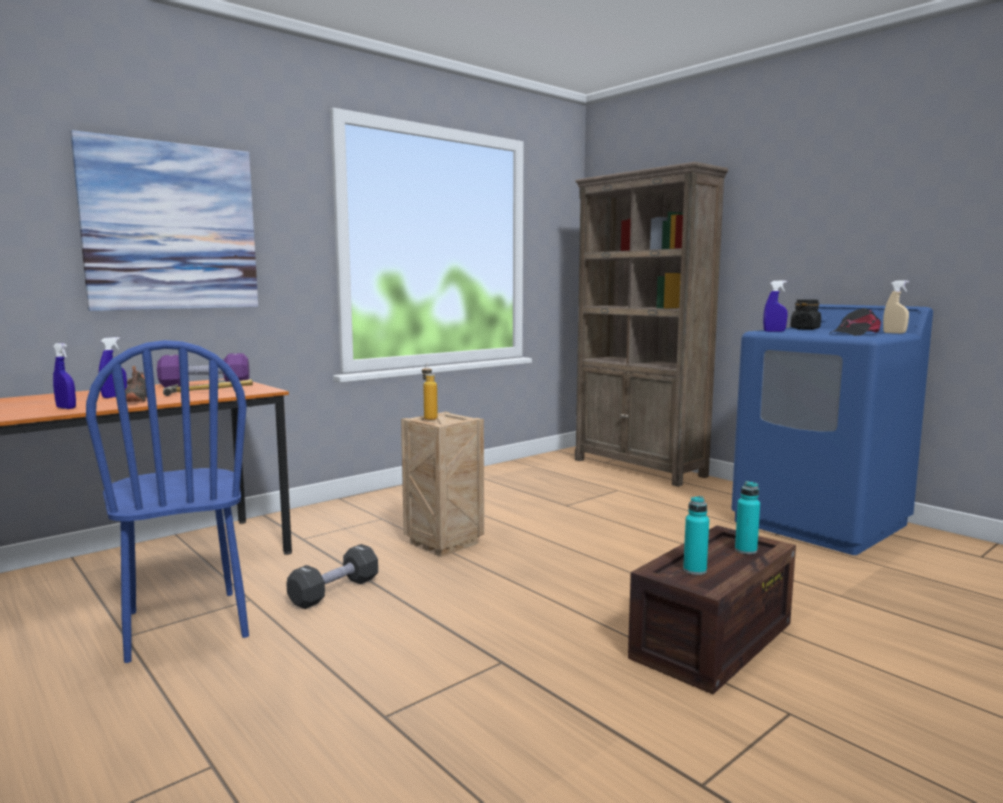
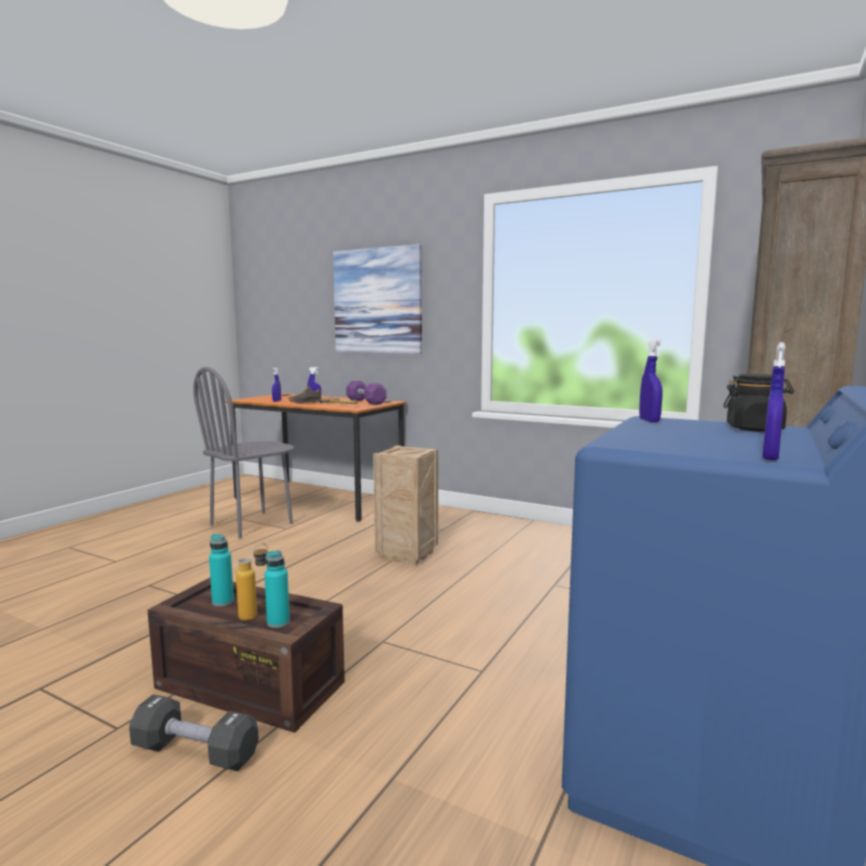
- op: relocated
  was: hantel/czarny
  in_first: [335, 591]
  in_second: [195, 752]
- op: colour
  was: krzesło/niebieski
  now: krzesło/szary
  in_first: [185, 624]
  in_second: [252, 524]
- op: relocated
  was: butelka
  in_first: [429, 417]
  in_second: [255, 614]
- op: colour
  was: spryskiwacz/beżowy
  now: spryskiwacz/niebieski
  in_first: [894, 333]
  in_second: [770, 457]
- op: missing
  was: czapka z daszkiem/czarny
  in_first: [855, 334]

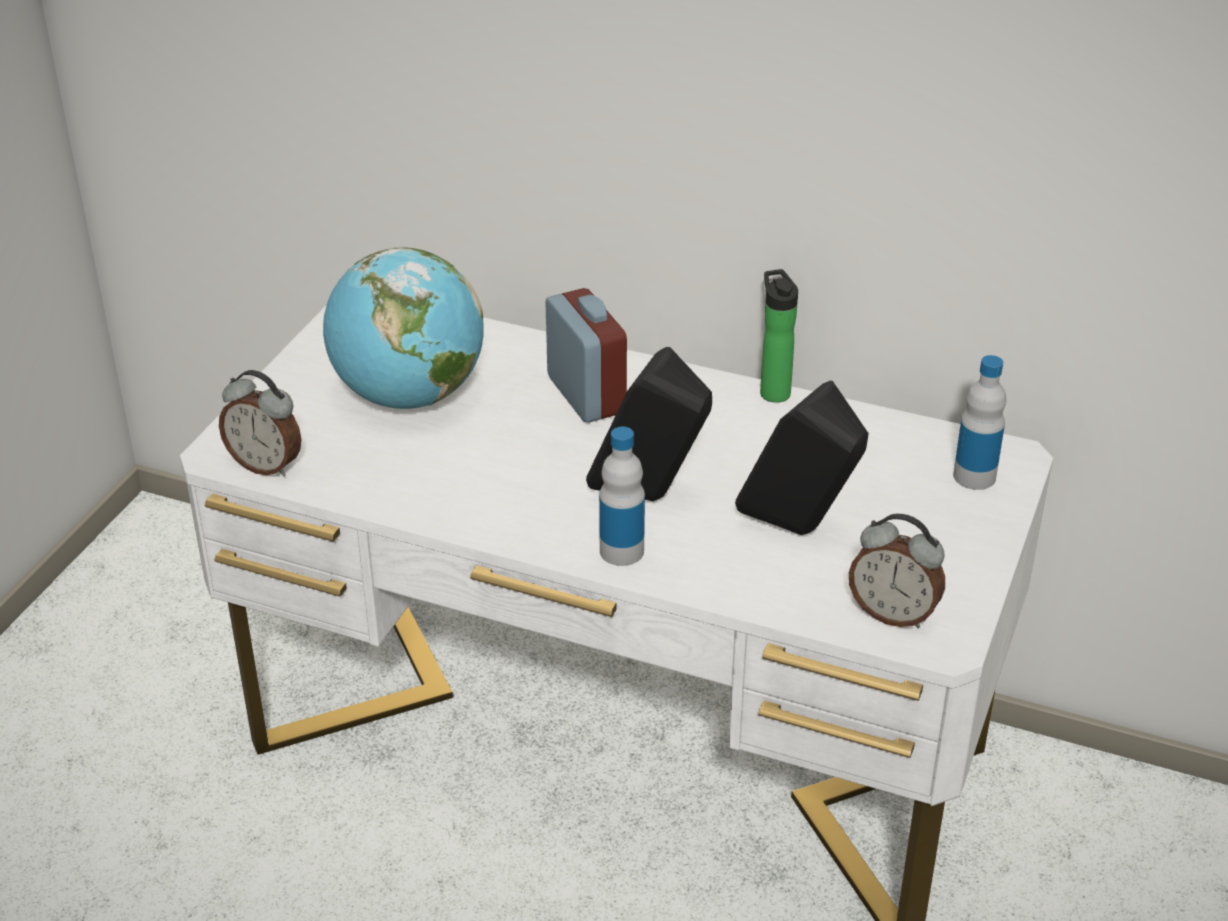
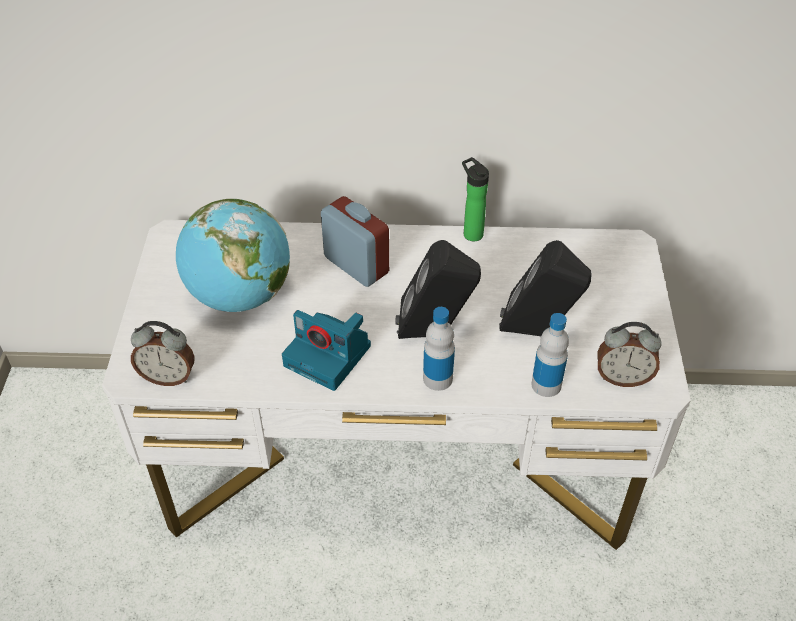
- op: appeared
  now: aparat fotograficzny
  in_second: [329, 356]
- op: relocated
  was: butelka
  in_first: [974, 476]
  in_second: [546, 385]

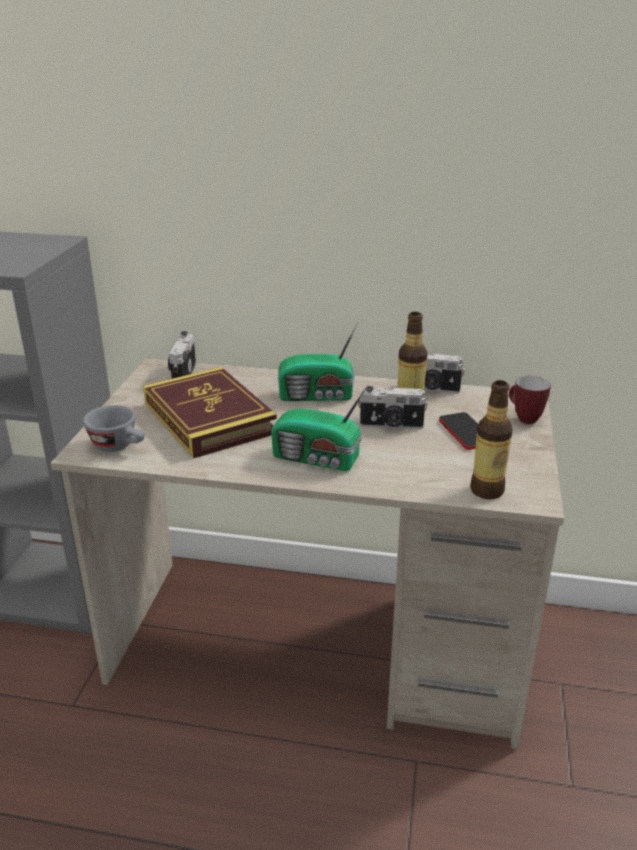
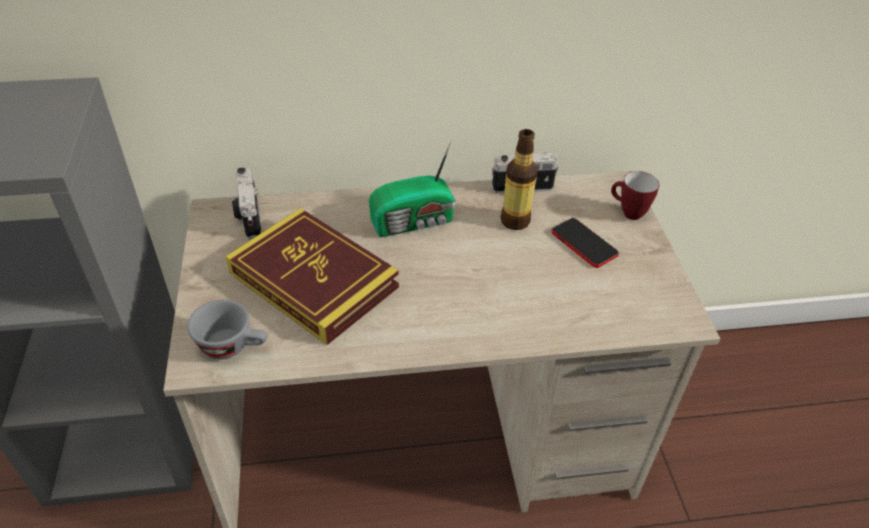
- op: missing
  was: radio
  in_first: [317, 459]
- op: missing
  was: aparat fotograficzny
  in_first: [391, 426]
- op: missing
  was: butelka
  in_first: [487, 490]

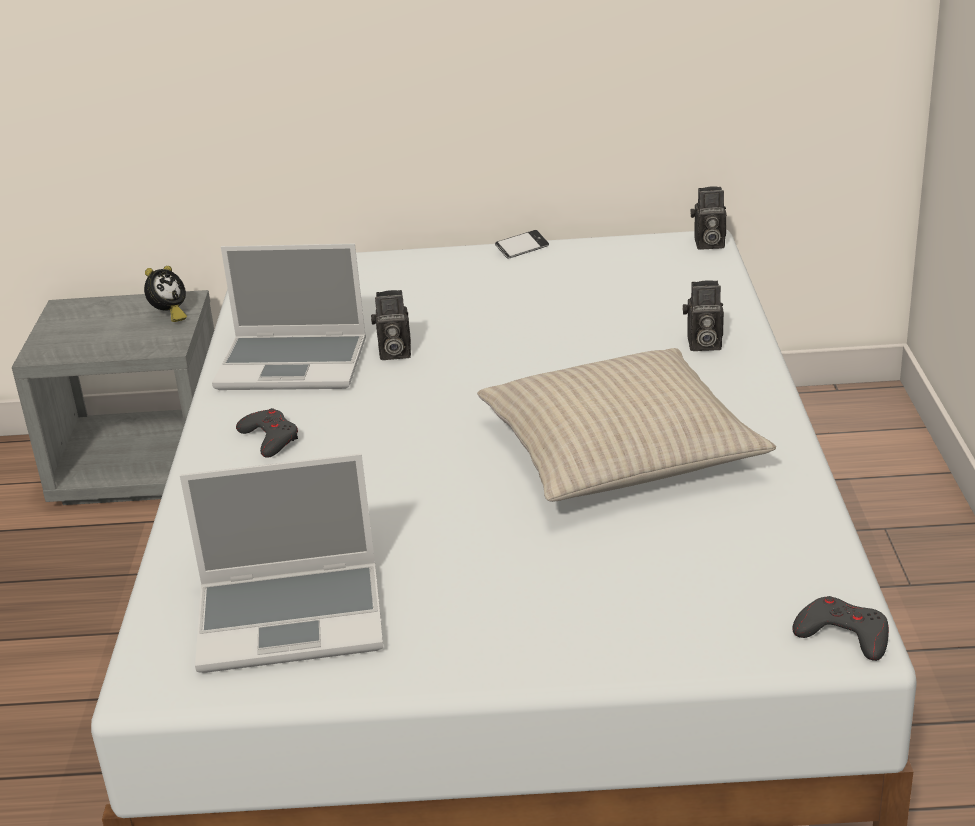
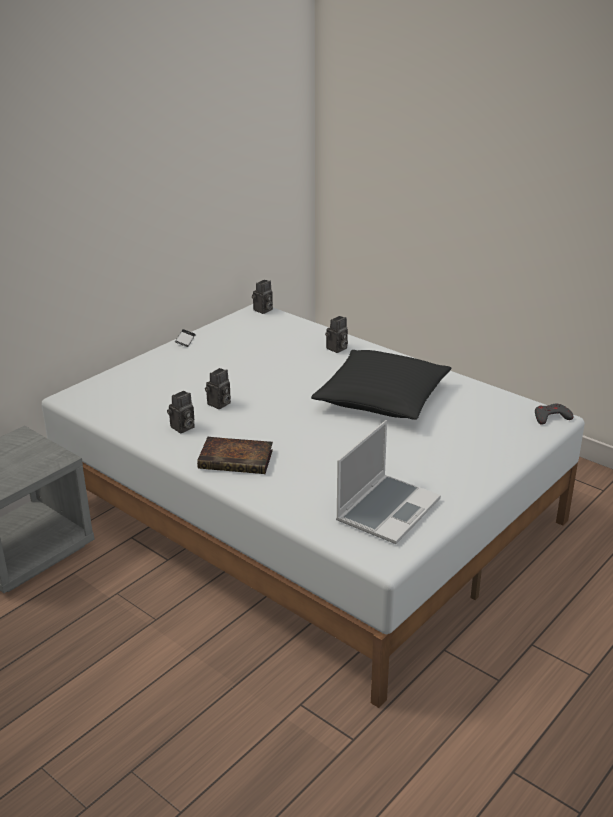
- op: exchanged
  was: laptop
  now: aparat fotograficzny
  in_first: [294, 364]
  in_second: [182, 428]
- op: exchanged
  was: pad do gier/szary
  now: książka
  in_first: [270, 438]
  in_second: [238, 459]
- op: colour
  was: poduszka/beżowy
  now: poduszka/czarny
  in_first: [619, 450]
  in_second: [382, 398]
- op: missing
  was: budzik
  in_first: [169, 315]

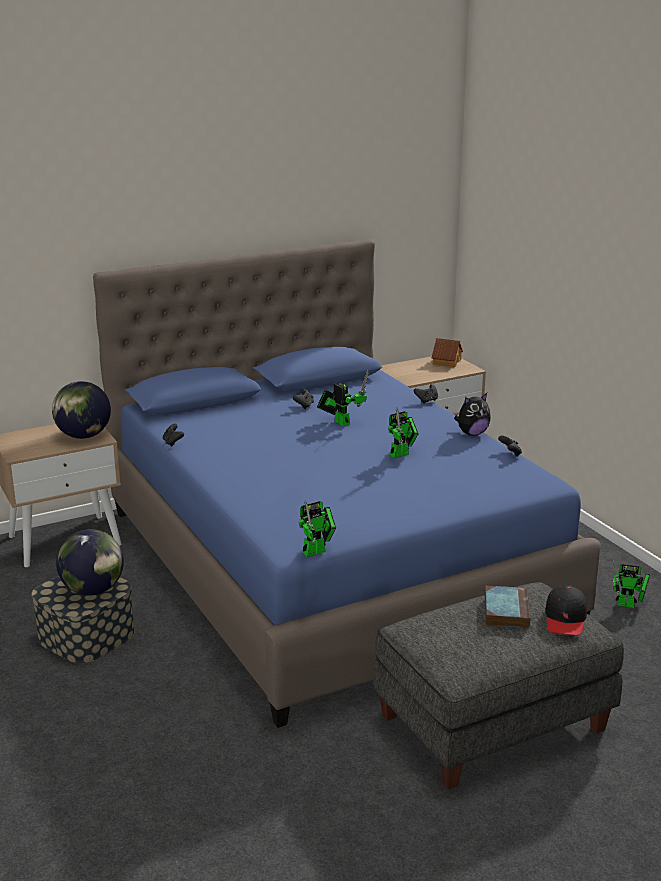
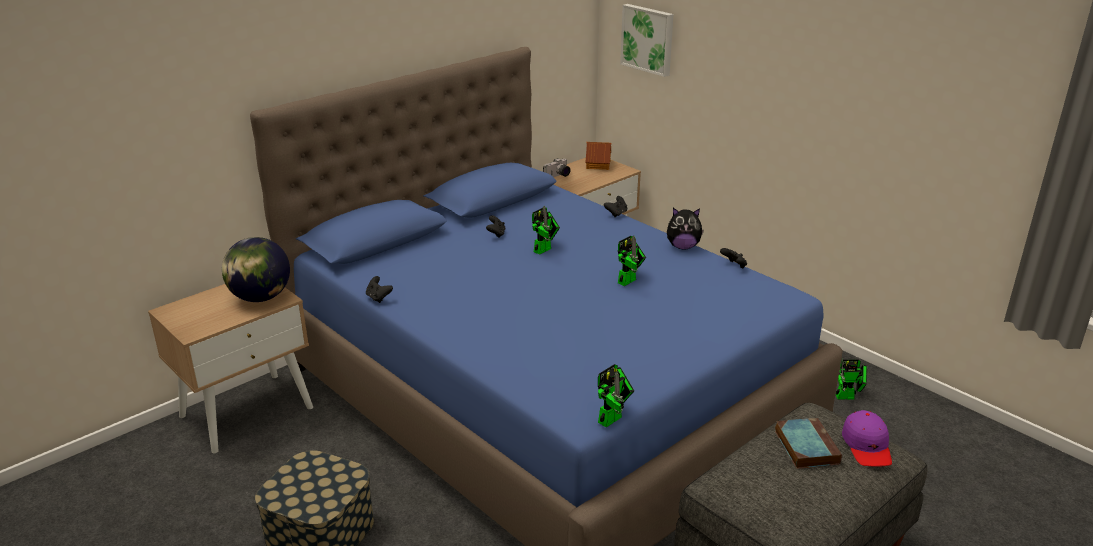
- op: spun
  was: robot zabawkowy
  in_first: [340, 422]
  in_second: [544, 249]
  clockwise: 90
- op: appeared
  now: aparat fotograficzny
  in_second: [558, 176]
- op: appeared
  now: obraz
  in_second: [648, 39]
- op: spun
  was: pluszak
  in_first: [472, 433]
  in_second: [683, 247]
  clockwise: 45
- op: colour
  was: czapka z daszkiem/czarny
  now: czapka z daszkiem/fioletowy
  in_first: [565, 619]
  in_second: [867, 446]
- op: missing
  was: globus
  in_first: [93, 590]

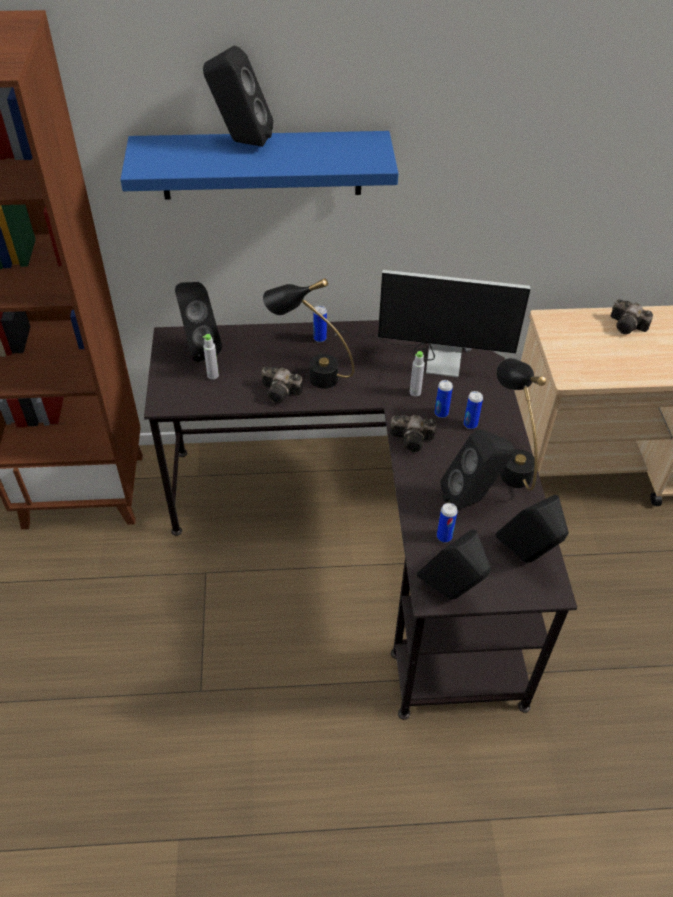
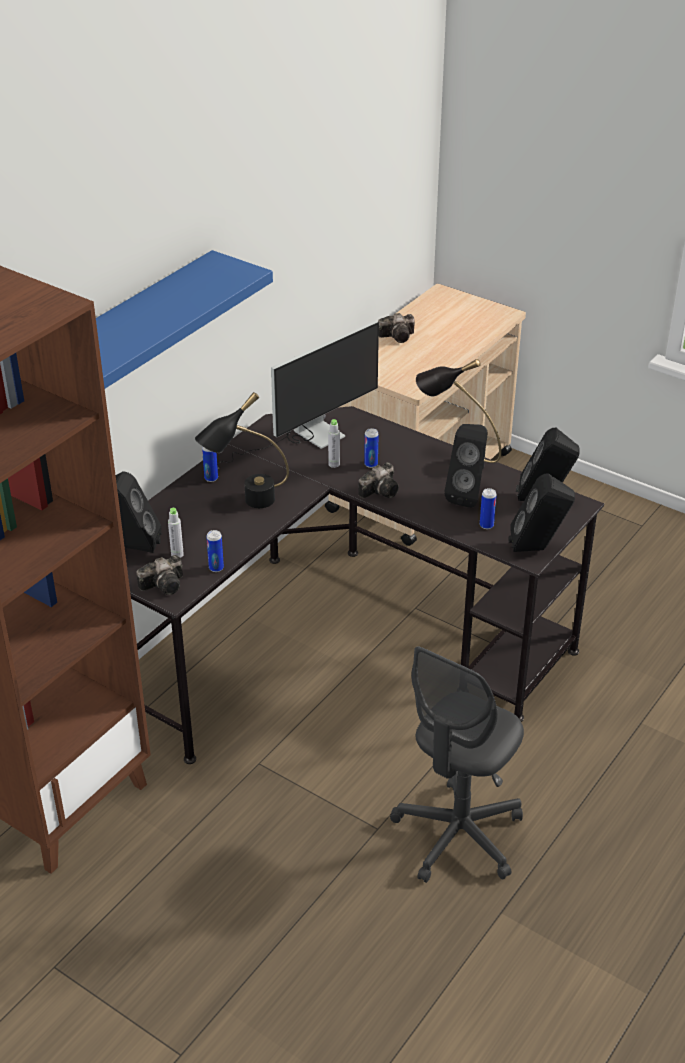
- op: relocated
  was: aparat fotograficzny
  in_first: [282, 393]
  in_second: [165, 584]
- op: relocated
  was: puszka
  in_first: [470, 424]
  in_second: [216, 568]
- op: appeared
  now: krzesło biurowe/szary
  in_second: [458, 835]
- op: missing
  was: głośnik/czarny
  in_first: [240, 142]

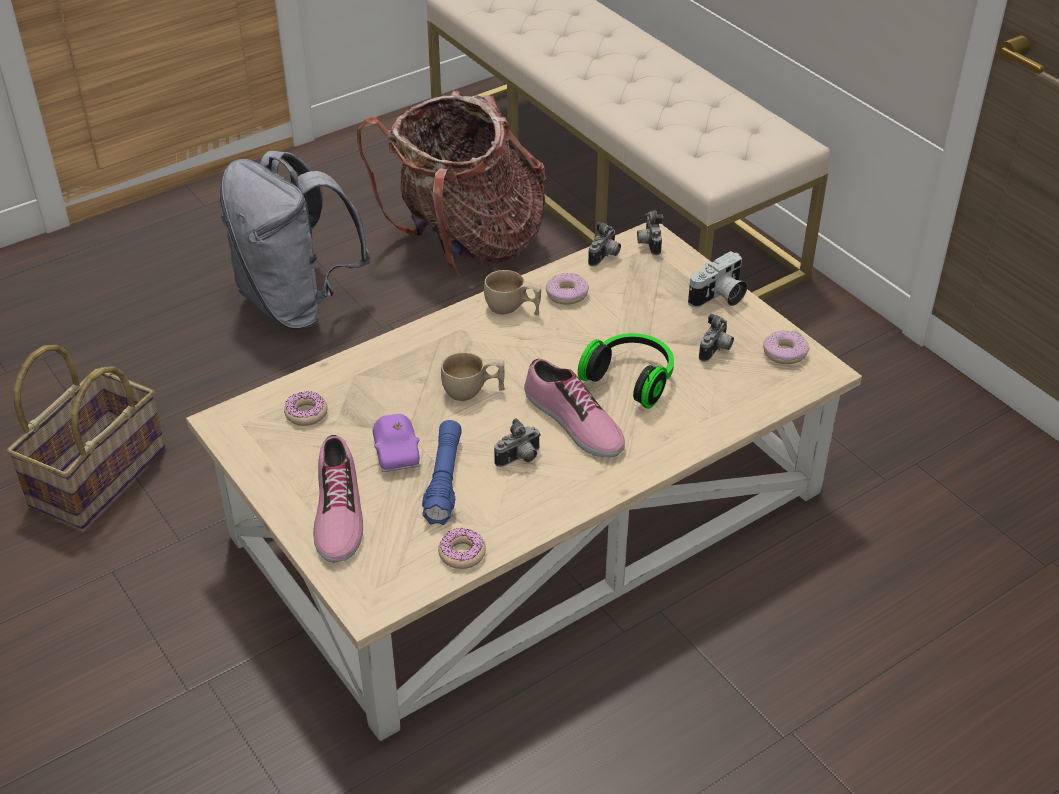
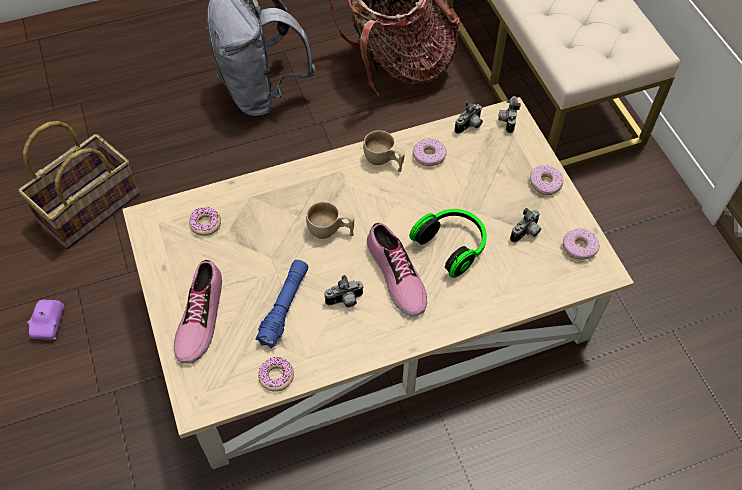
- op: relocated
  was: samochodzik/fioletowy
  in_first: [397, 452]
  in_second: [49, 323]
- op: exchanged
  was: aparat fotograficzny
  now: donut
  in_first: [719, 297]
  in_second: [545, 183]

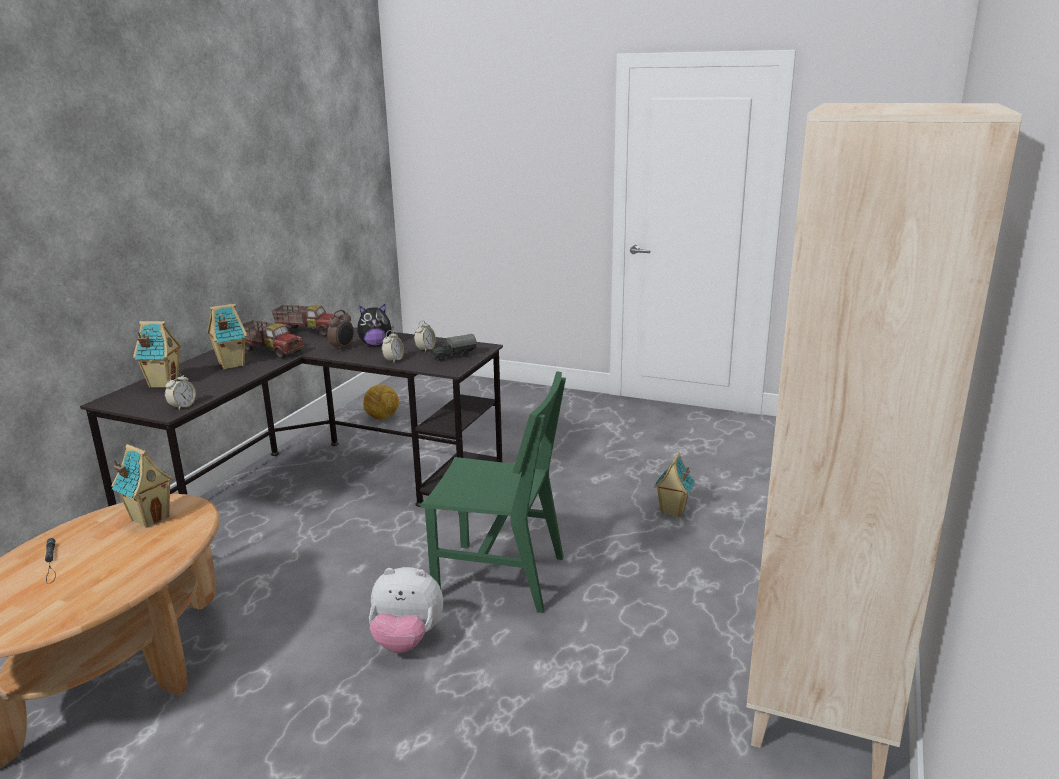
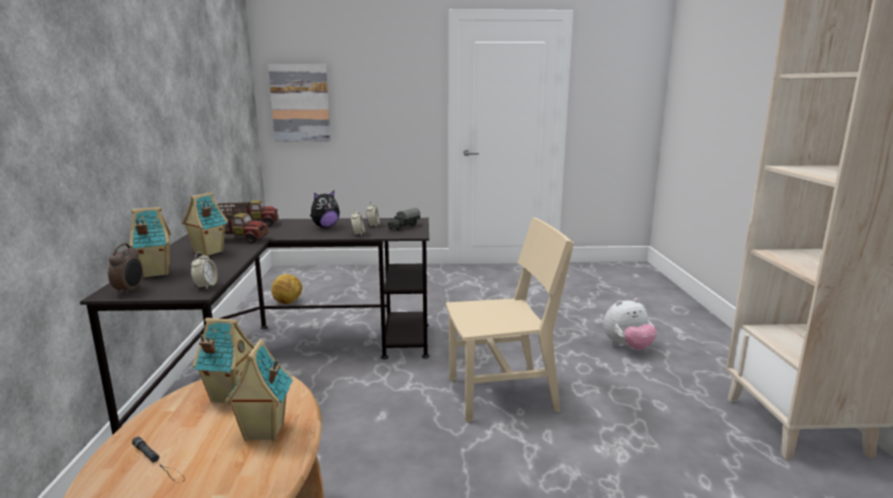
- op: relocated
  was: budzik
  in_first: [342, 348]
  in_second: [130, 291]
- op: relocated
  was: domek
  in_first: [672, 511]
  in_second: [263, 432]
- op: appeared
  now: obraz
  in_second: [300, 103]
- op: colour
  was: krzesło/zielony
  now: krzesło/beżowy
  in_first: [500, 577]
  in_second: [502, 394]
- op: relocated
  was: pluszak
  in_first: [407, 640]
  in_second: [627, 347]

